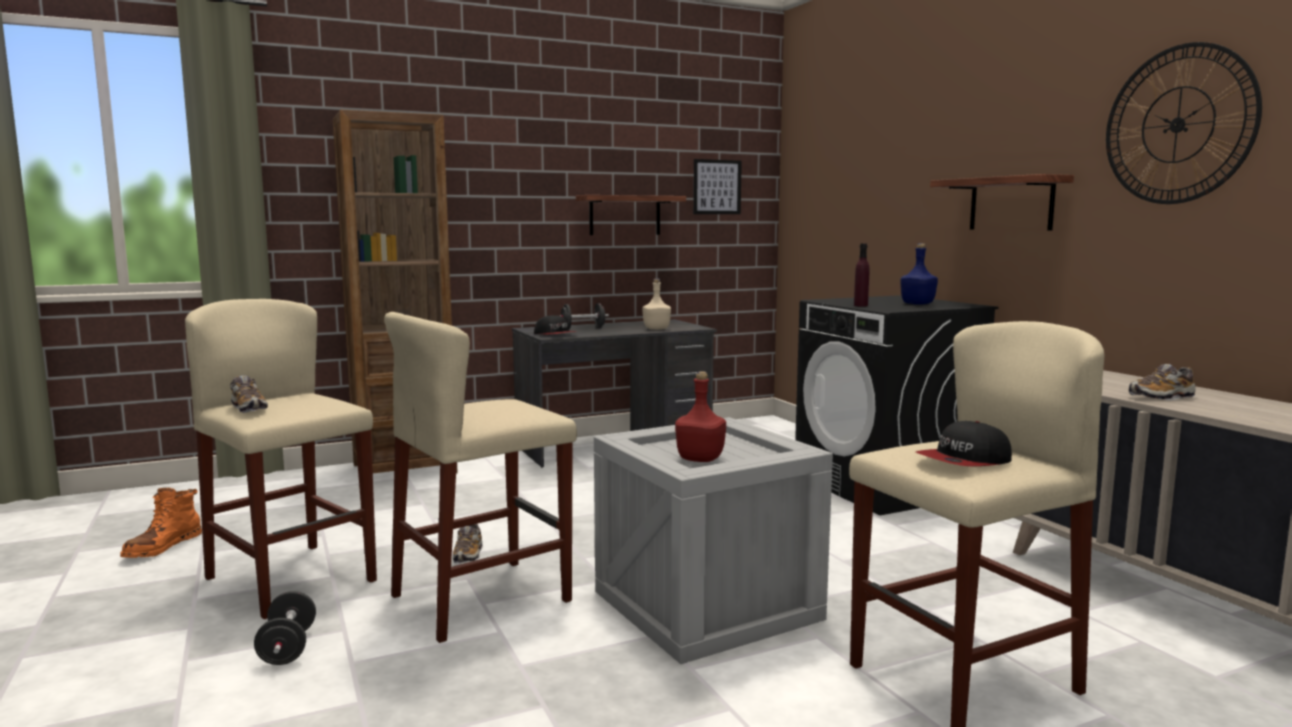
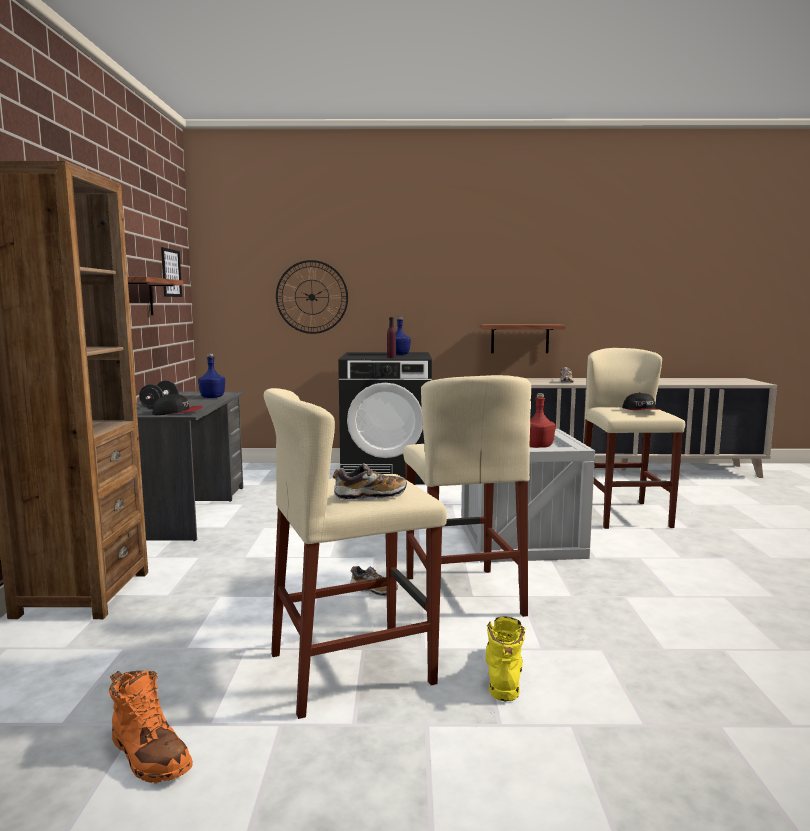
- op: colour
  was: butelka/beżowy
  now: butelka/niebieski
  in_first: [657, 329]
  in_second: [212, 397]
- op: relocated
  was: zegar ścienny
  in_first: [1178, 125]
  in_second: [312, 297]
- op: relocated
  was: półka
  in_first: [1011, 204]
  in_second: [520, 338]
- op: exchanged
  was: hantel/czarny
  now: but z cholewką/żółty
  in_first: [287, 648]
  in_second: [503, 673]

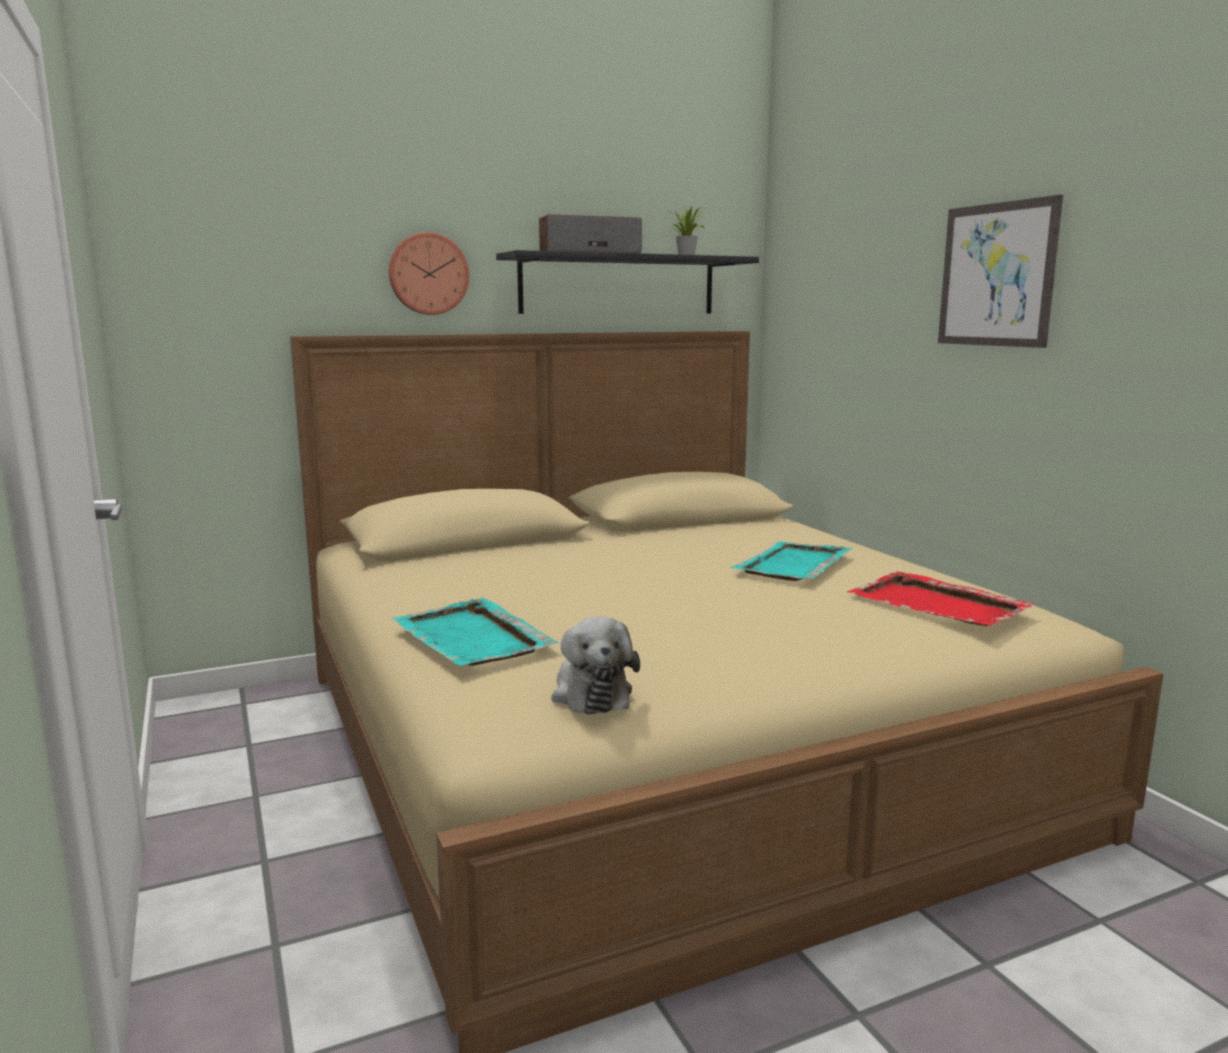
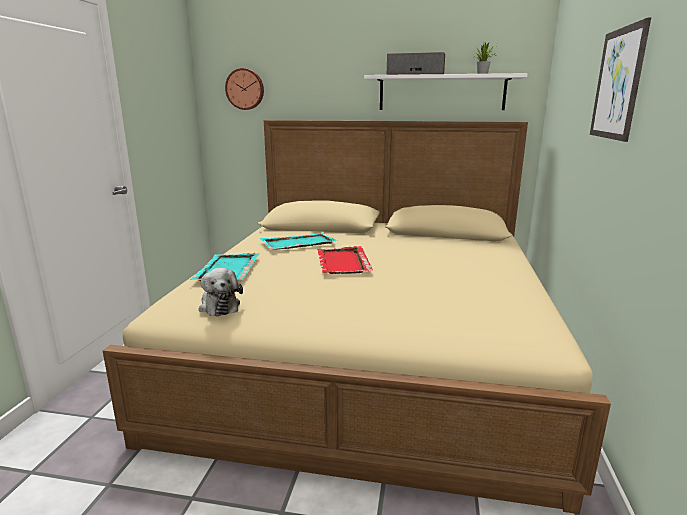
- op: spun
  was: pluszak
  in_first: [591, 693]
  in_second: [219, 306]
  clockwise: -45
- op: relocated
  was: zegar ścienny
  in_first: [428, 274]
  in_second: [245, 89]
- op: relocated
  was: taca/turkusowy
  in_first: [792, 565]
  in_second: [297, 243]
- op: relocated
  was: taca/czerwony
  in_first: [939, 605]
  in_second: [343, 263]
- op: colour
  was: półka/czarny
  now: półka/biały
  in_first: [618, 285]
  in_second: [441, 93]

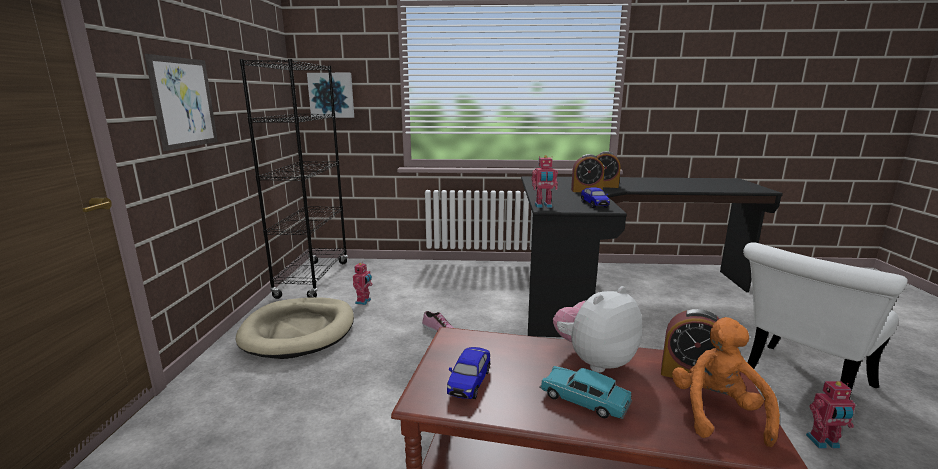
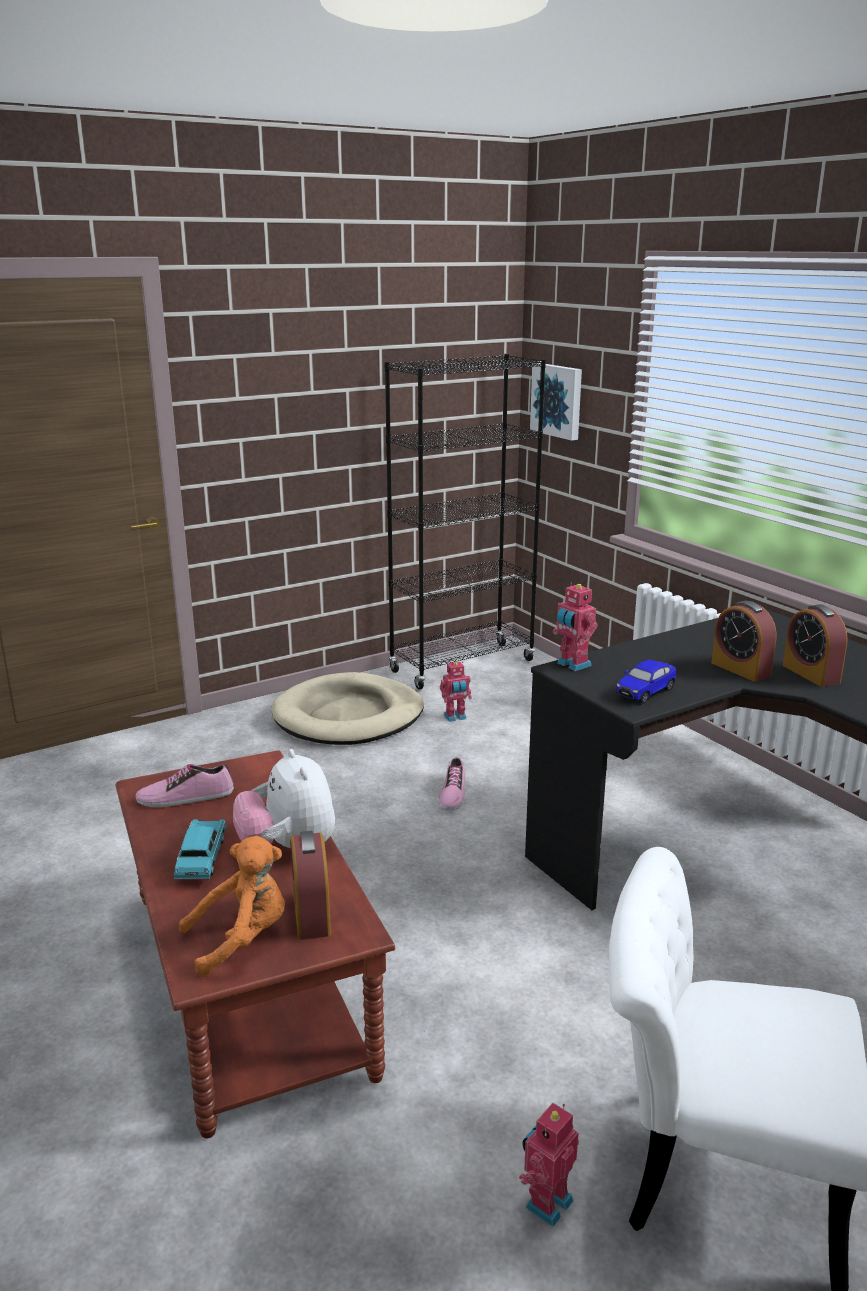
- op: exchanged
  was: samochodzik
  now: but
  in_first: [469, 383]
  in_second: [185, 797]
- op: spun
  was: pluszak
  in_first: [594, 360]
  in_second: [288, 849]
  clockwise: -135
- op: spun
  was: robot zabawkowy
  in_first: [824, 443]
  in_second: [546, 1202]
  clockwise: 75
- op: missing
  was: obraz
  in_first: [184, 102]

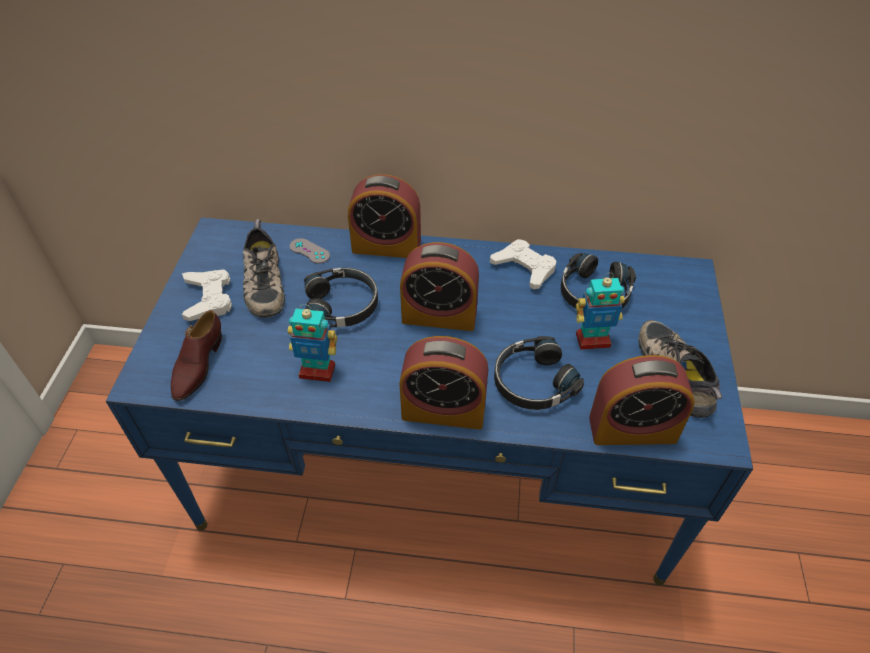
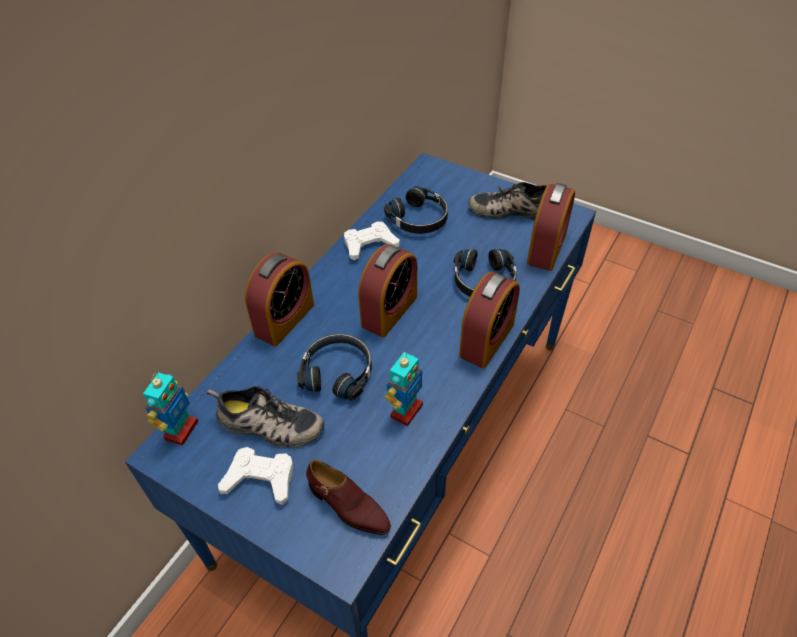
- op: relocated
  was: robot zabawkowy
  in_first: [592, 340]
  in_second: [181, 430]
- op: missing
  was: pad do gier/szary
  in_first: [309, 251]

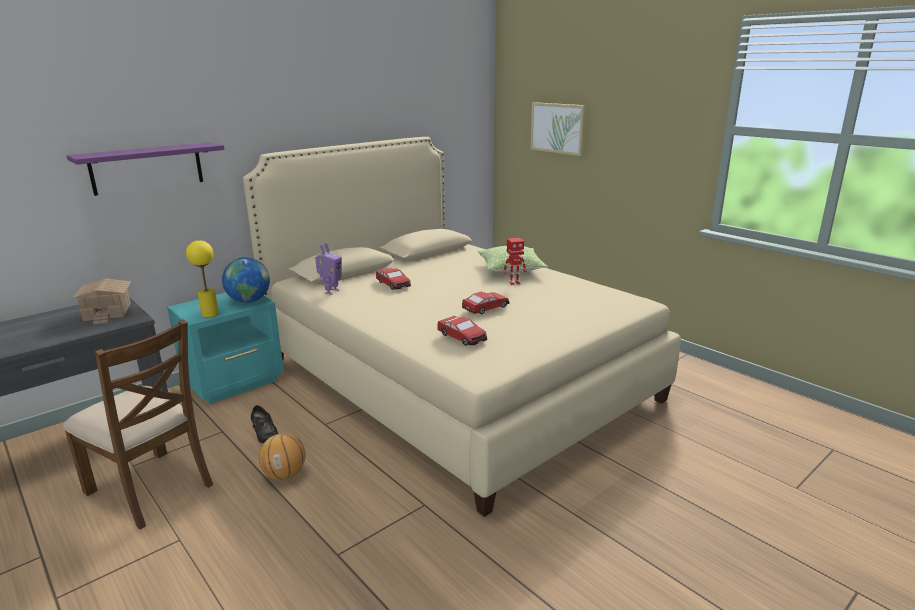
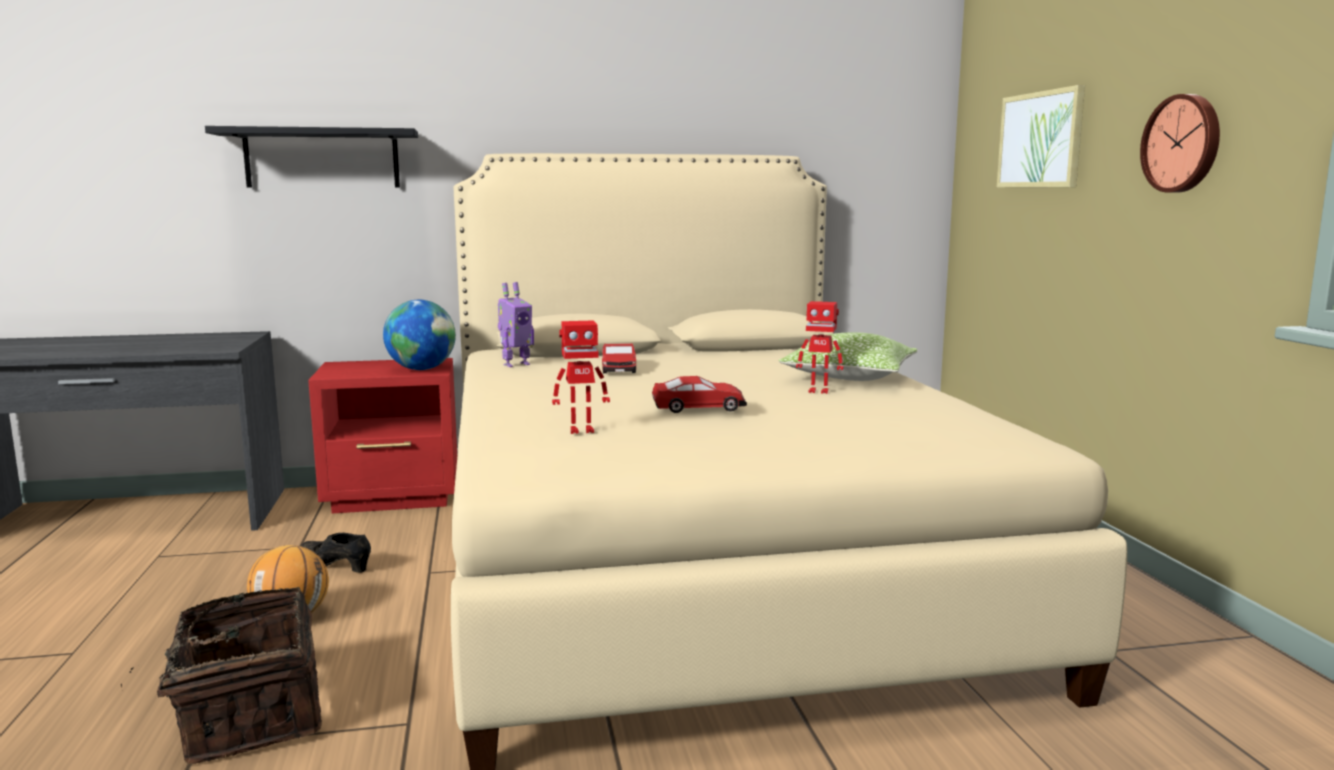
- op: appeared
  now: koszyk
  in_second: [248, 714]
- op: colour
  was: półka/fioletowy
  now: półka/czarny
  in_first: [147, 168]
  in_second: [322, 158]
- op: spun
  was: but/czarny
  in_first: [266, 437]
  in_second: [336, 567]
  clockwise: 120
- op: colour
  was: szafka nocna/turkusowy
  now: szafka nocna/czerwony
  in_first: [236, 382]
  in_second: [395, 497]
- op: exchanged
  was: samochodzik
  now: robot zabawkowy
  in_first: [462, 337]
  in_second: [581, 430]
- op: appeared
  now: zegar ścienny
  in_second: [1183, 143]
- op: missing
  was: krzesło/brązowy
  in_first: [151, 488]
- op: missing
  was: domek
  in_first: [106, 312]
- op: missing
  was: lampa stołowa/żółty
  in_first: [210, 314]

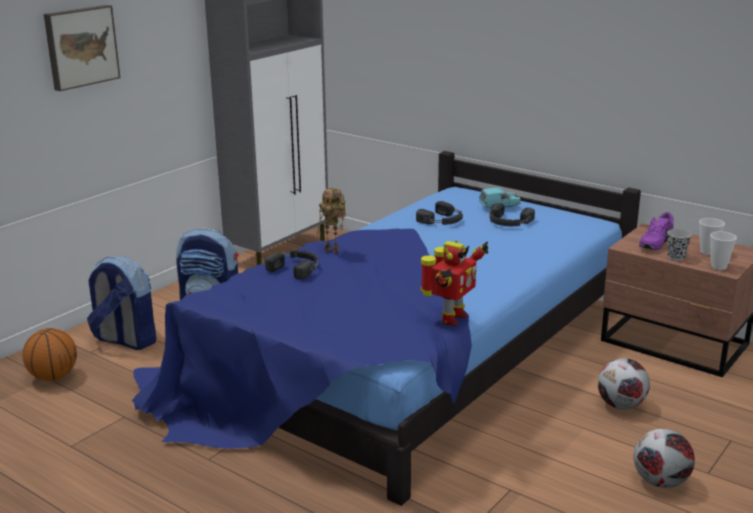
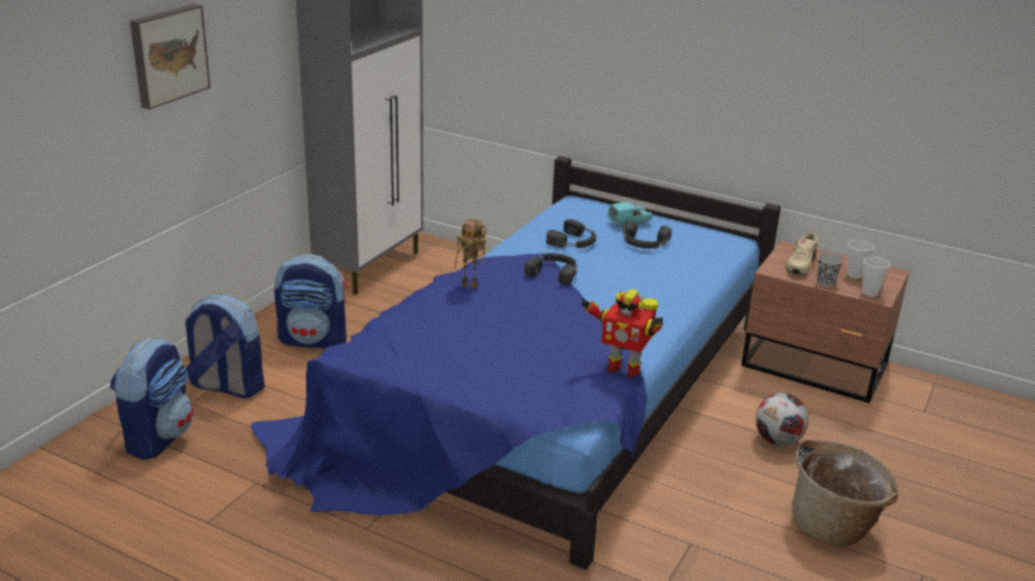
- op: exchanged
  was: piłka do koszykówki
  now: plecak
  in_first: [53, 377]
  in_second: [158, 437]
- op: relocated
  was: słuchawki/czarny
  in_first: [296, 268]
  in_second: [554, 272]
- op: spun
  was: robot zabawkowy
  in_first: [451, 318]
  in_second: [623, 368]
  clockwise: 90
- op: colour
  was: but/fioletowy
  now: but/beżowy
  in_first: [655, 243]
  in_second: [800, 265]
- op: exchanged
  was: piłka futbolowa
  now: koszyk
  in_first: [660, 482]
  in_second: [834, 525]

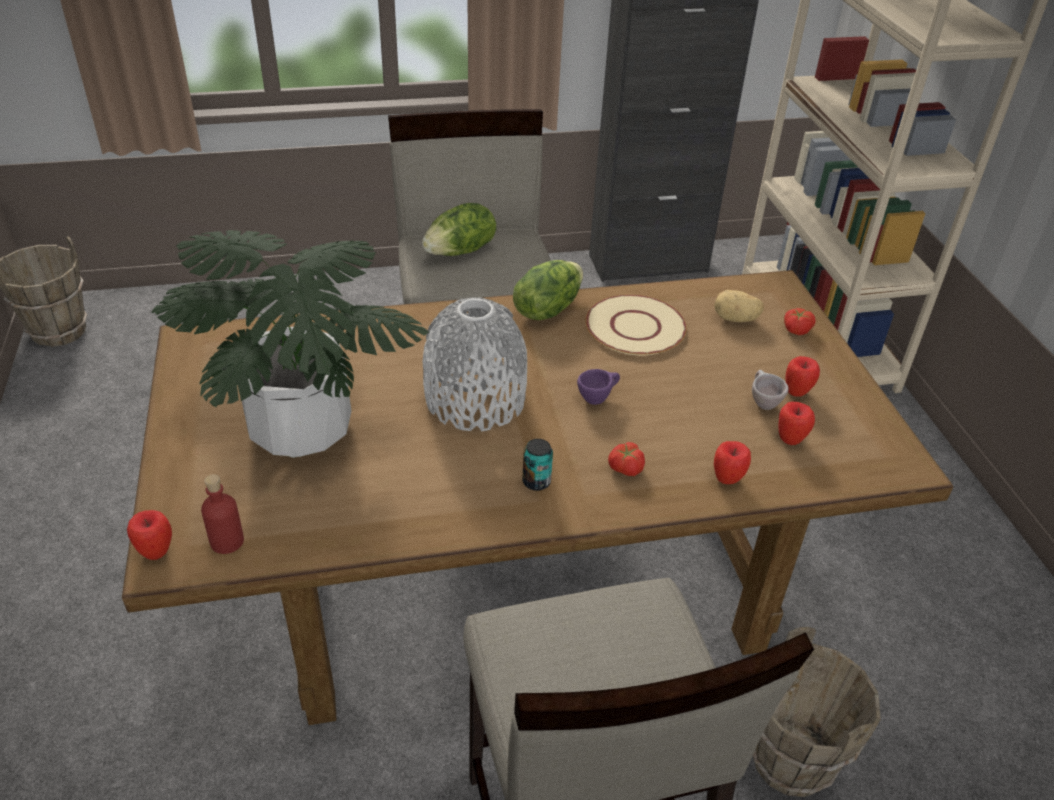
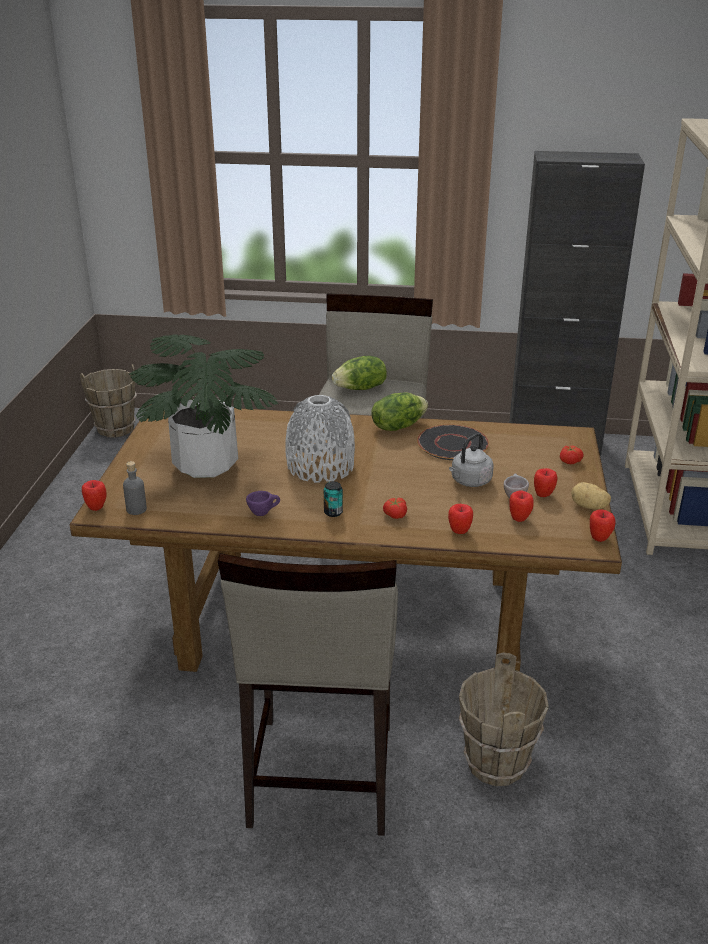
- op: colour
  was: butelka/czerwony
  now: butelka/szary
  in_first: [227, 541]
  in_second: [136, 509]
- op: relocated
  was: filiżanka/fioletowy
  in_first: [597, 398]
  in_second: [263, 513]
- op: colour
  was: talerz/beżowy
  now: talerz/czarny
  in_first: [636, 327]
  in_second: [453, 444]
- op: appeared
  now: czajnik/szary
  in_second: [469, 481]
- op: relocated
  was: ziemniak
  in_first: [735, 319]
  in_second: [588, 507]
- op: appeared
  now: jabłko
  in_second: [599, 538]

